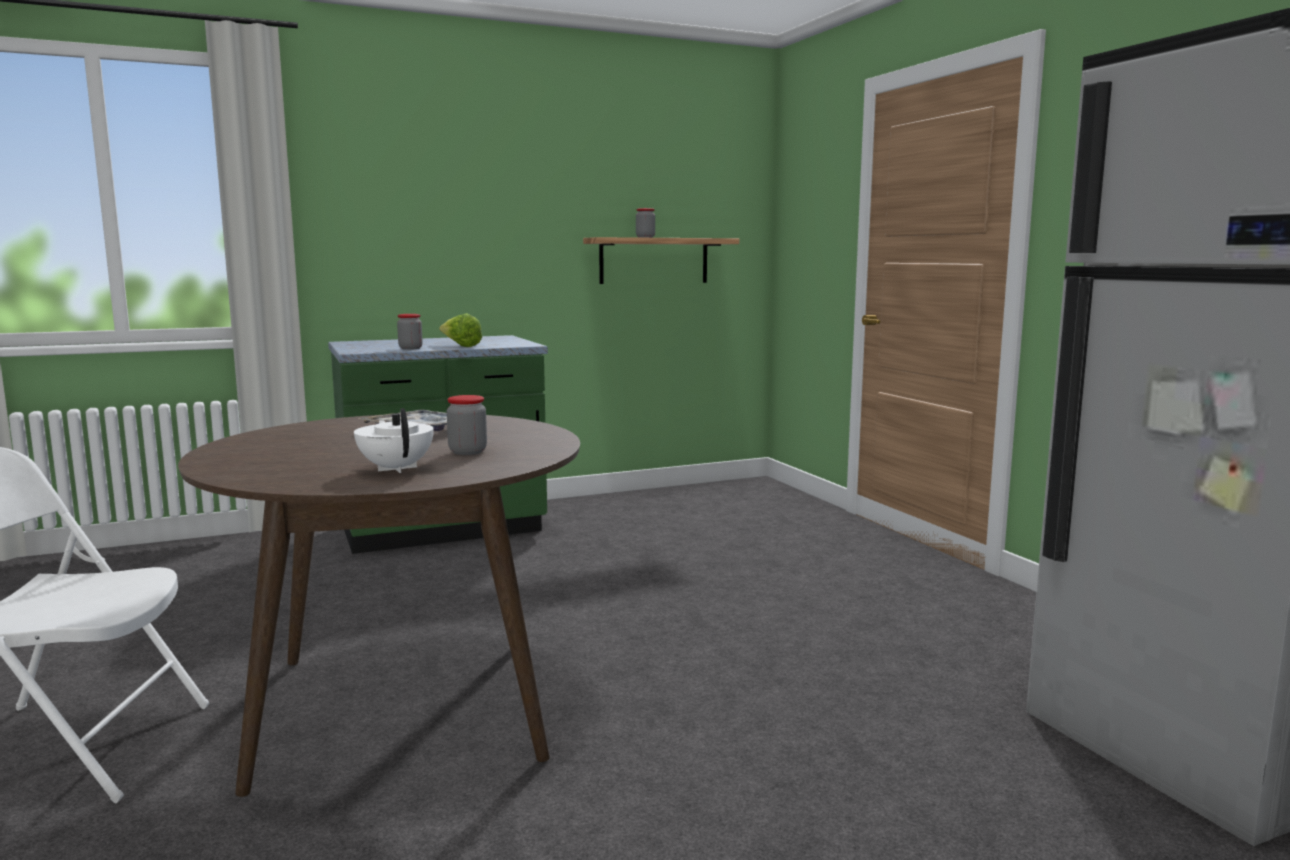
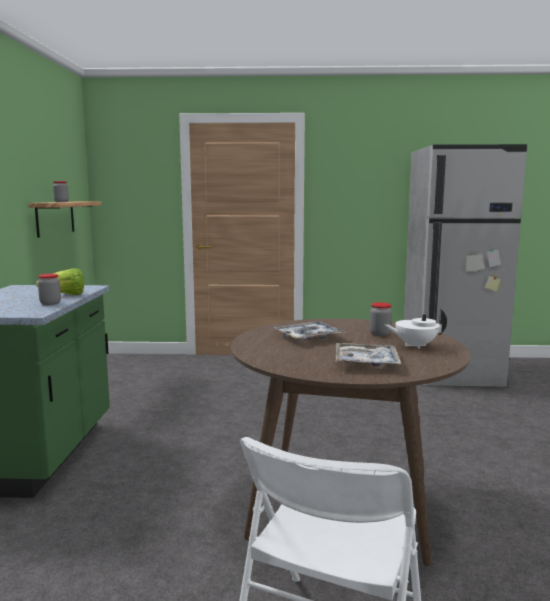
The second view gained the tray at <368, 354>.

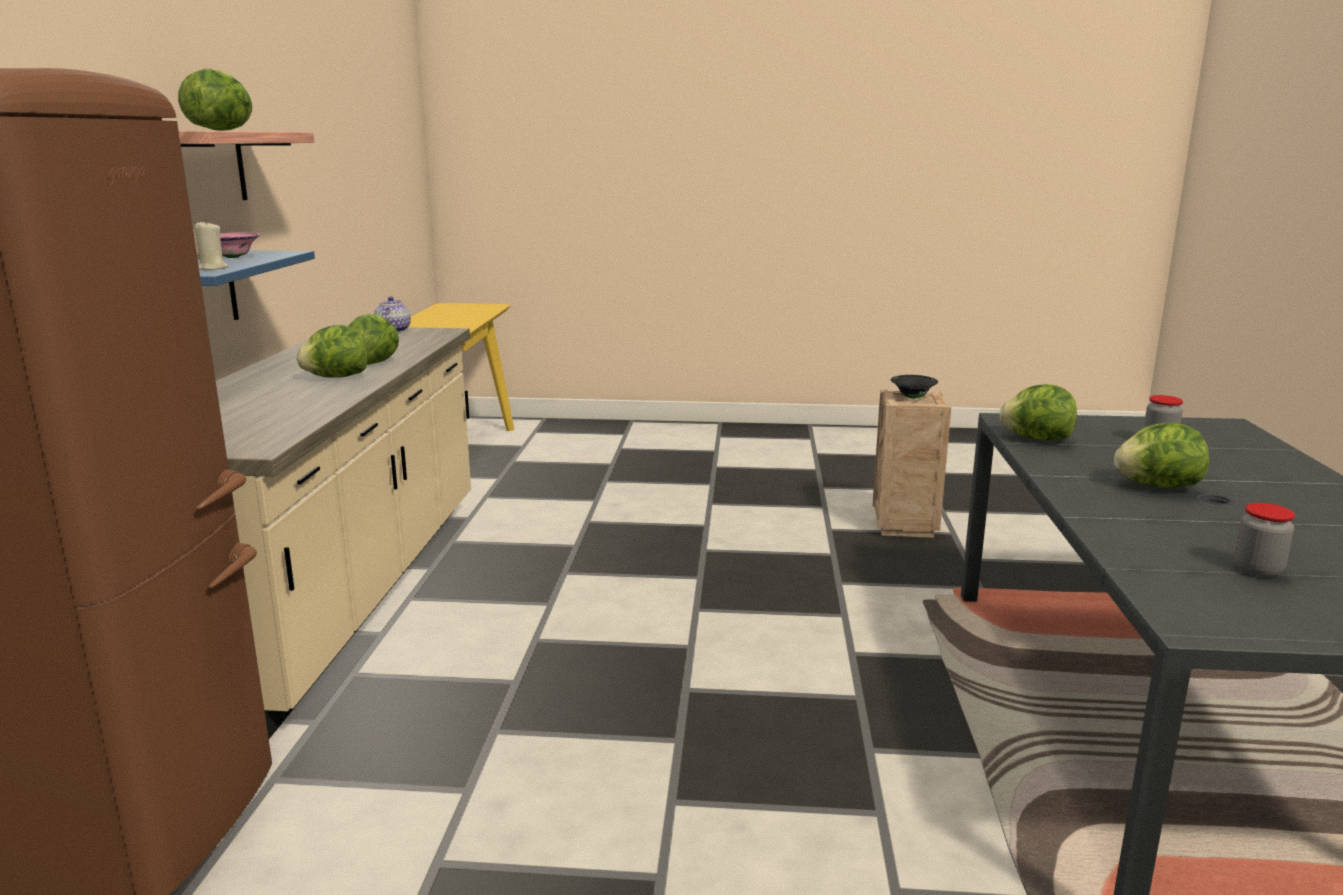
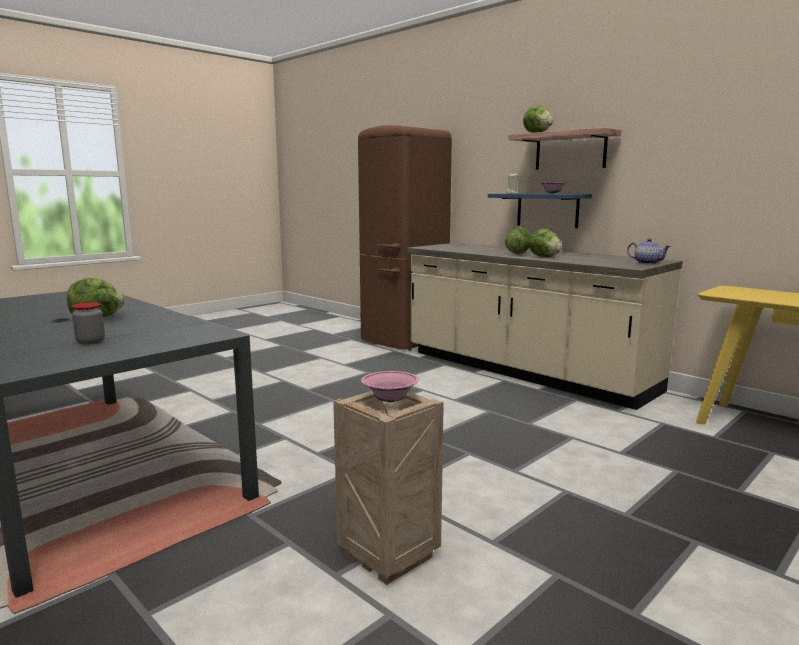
The second view lost the lettuce at <1038, 412>.
The second view lost the jar at <1264, 540>.
What was the bowl in black at <914, 387> turned into the bowl in pink at <390, 386>.

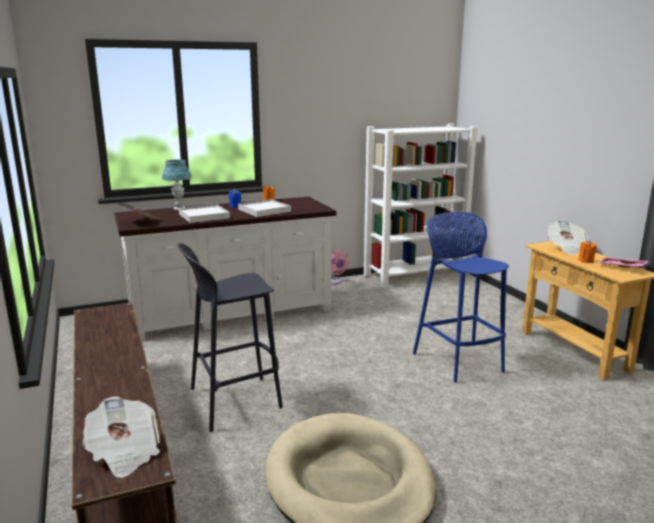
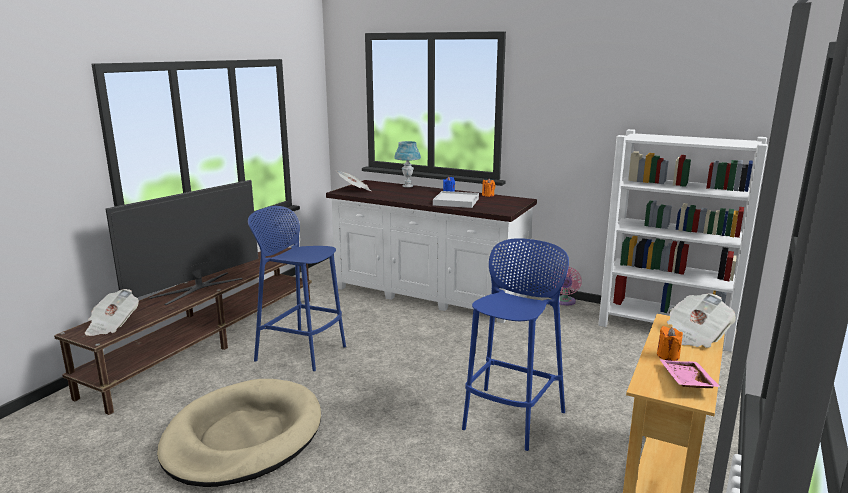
The second view lost the tray in white at <204, 213>.
The second view gained the television at <181, 242>.
What was the stool in grey at <230, 337> turned into the stool in blue at <297, 288>.

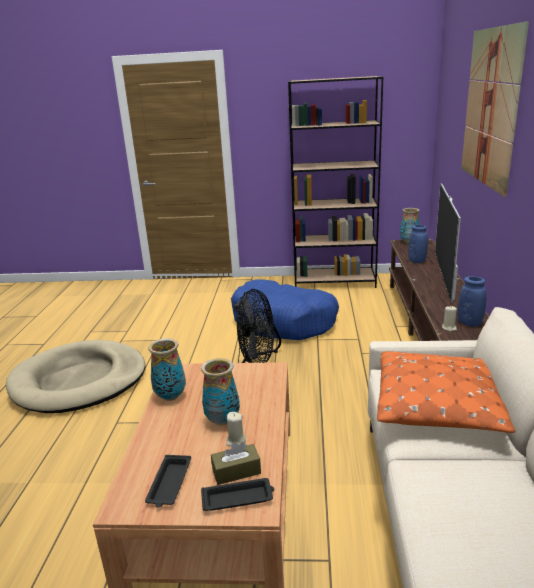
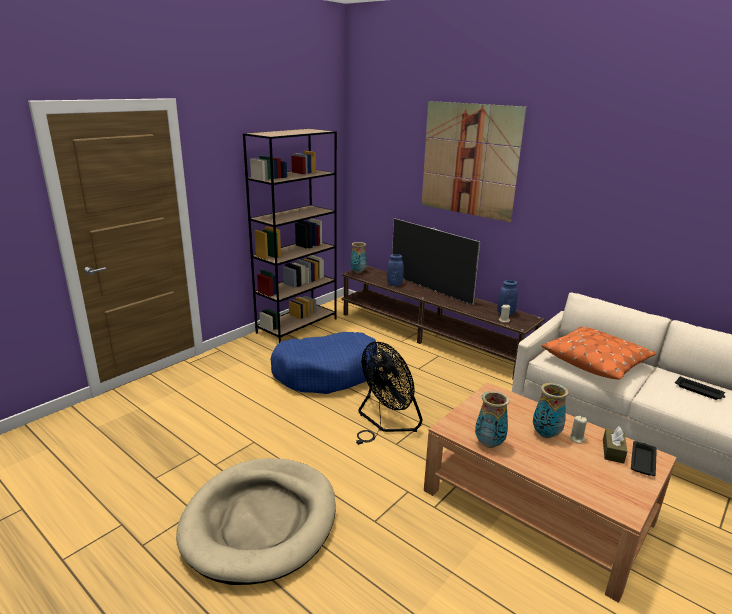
The tray in black ended up elsewhere, having gone from <168, 481> to <700, 388>.

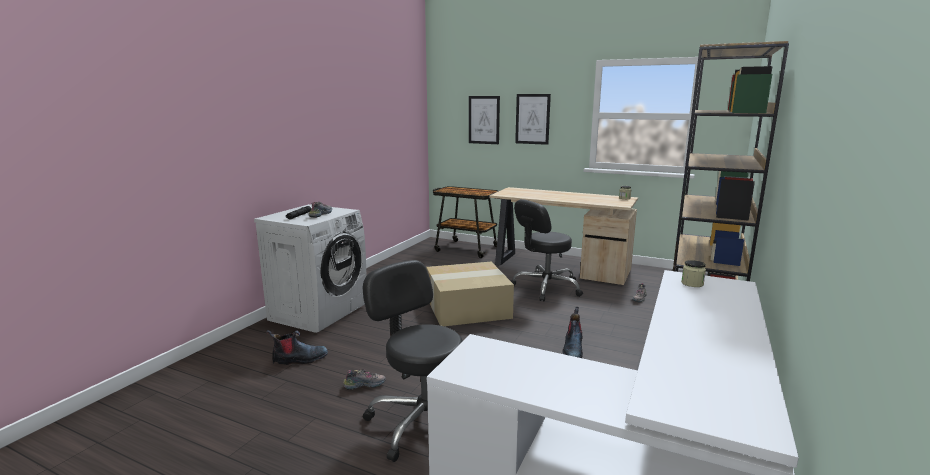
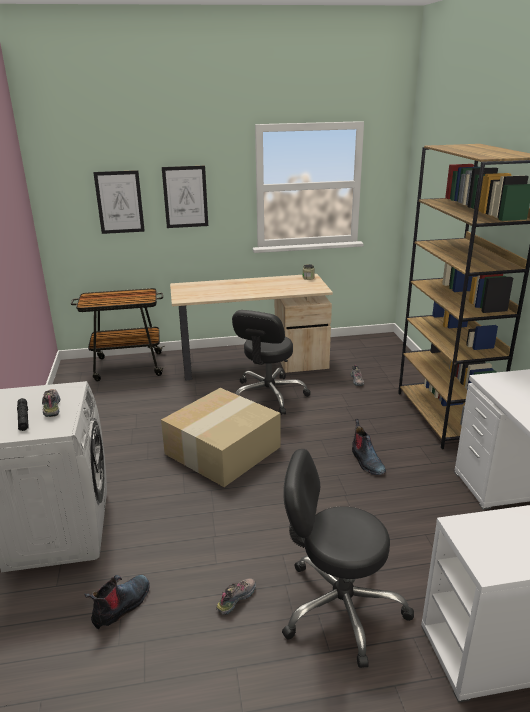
The second view lost the jar at <693, 273>.

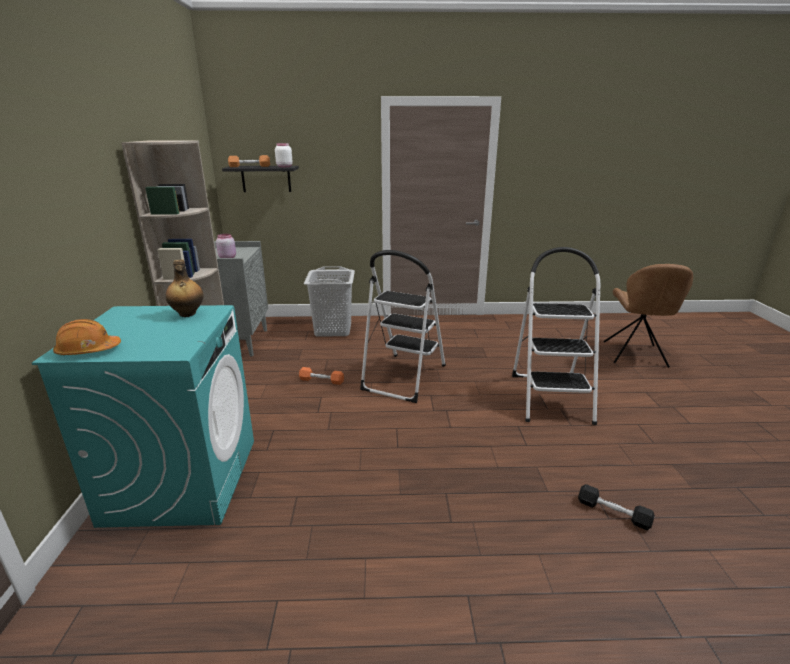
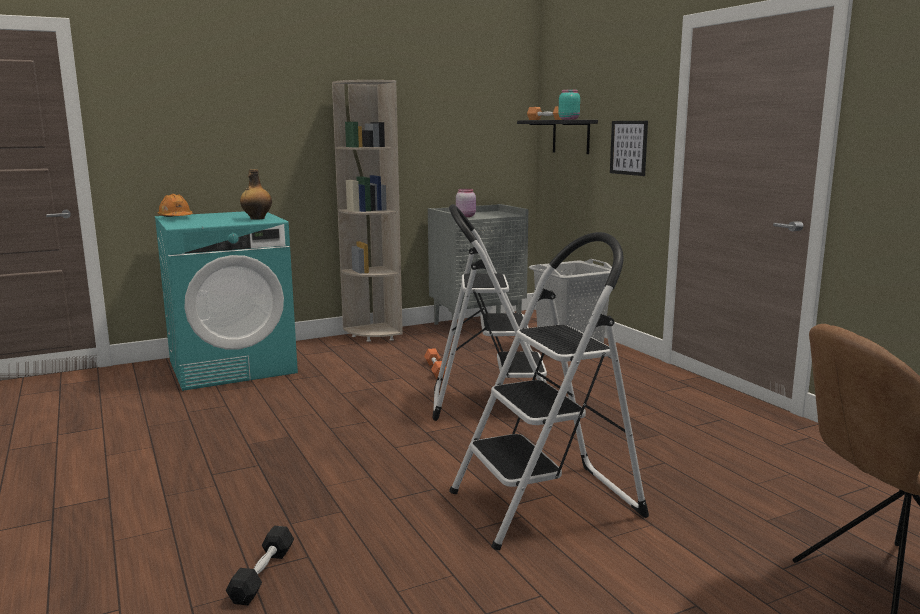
The second view gained the picture at <629, 148>.
What was the jar in white at <284, 155> turned into the jar in turquoise at <569, 105>.

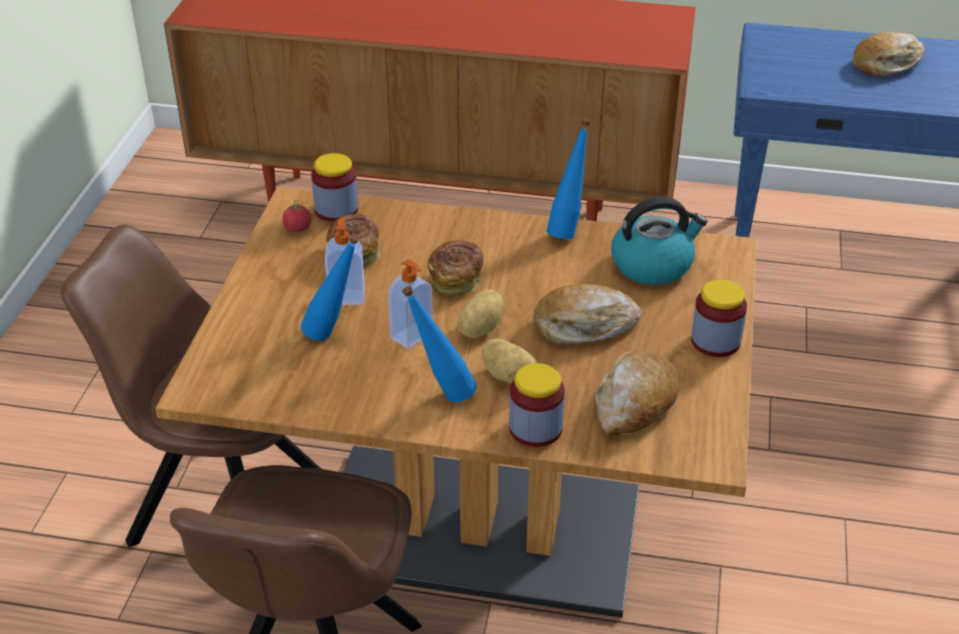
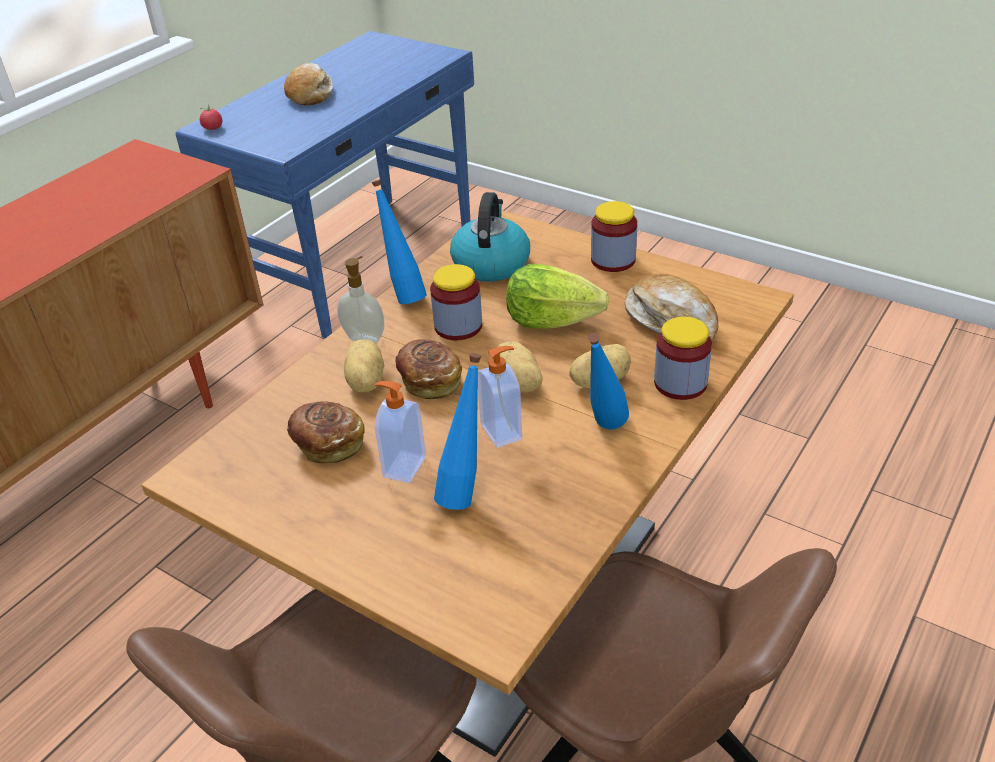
The second view gained the soap dispenser at <360, 299>.
The second view gained the potato at <364, 366>.
The tomato ended up elsewhere, having gone from <297, 216> to <211, 117>.
The jar ended up elsewhere, having gone from <334, 187> to <456, 302>.
Where the bread stood at <587, 314>, the lettuce came to stand at <557, 296>.

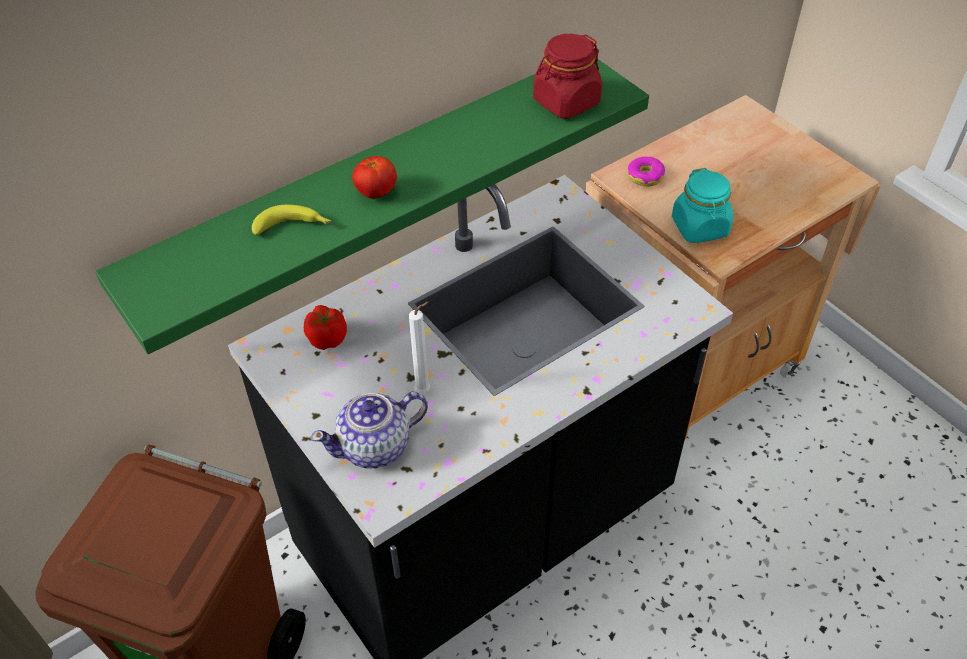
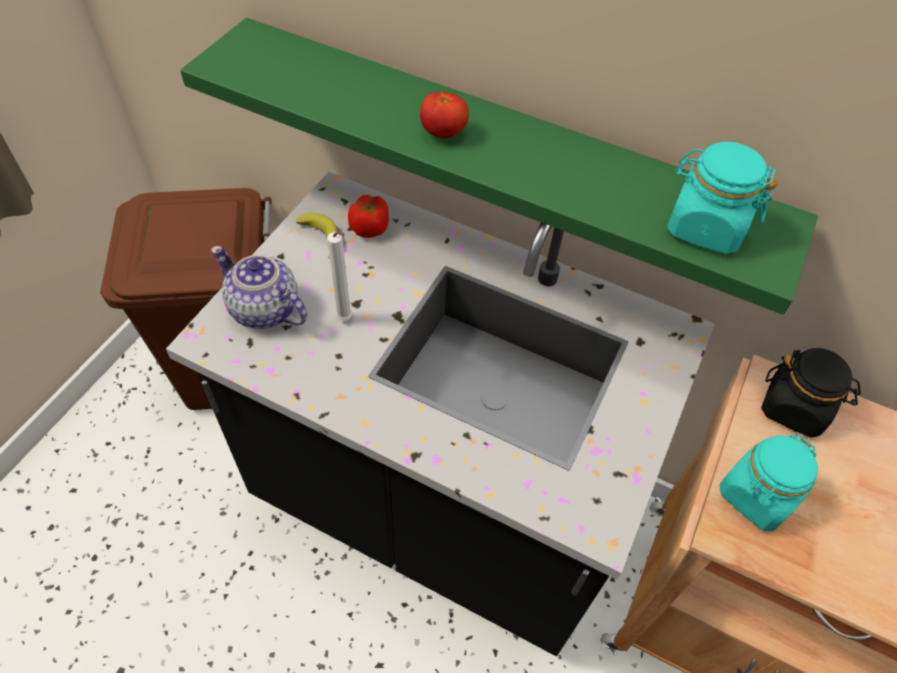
The banana ended up elsewhere, having gone from <291, 220> to <317, 236>.
Where the donut stood at <646, 171>, the jar in black came to stand at <811, 393>.
What was the jar in red at <567, 76> turned into the jar in turquoise at <722, 198>.

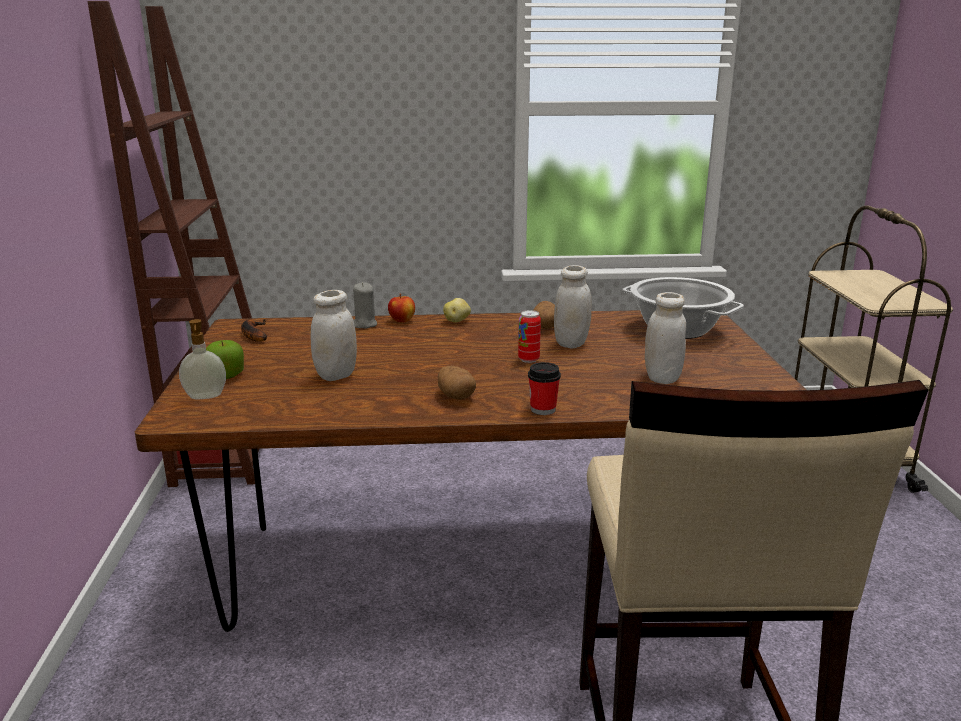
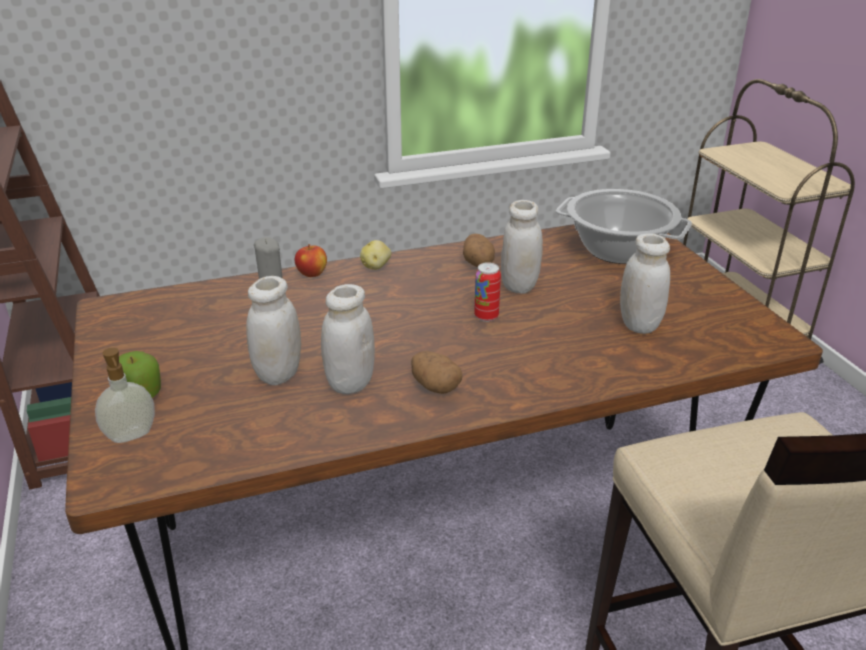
The second view lost the banana at <254, 330>.
The second view lost the cup at <544, 388>.
The second view gained the jar in white at <348, 339>.

